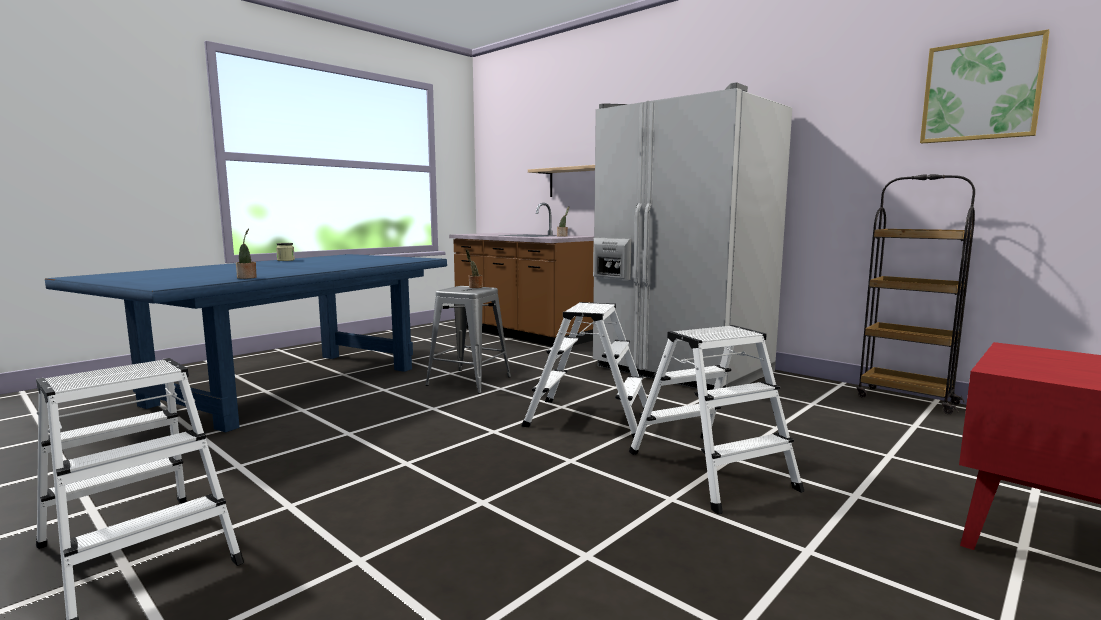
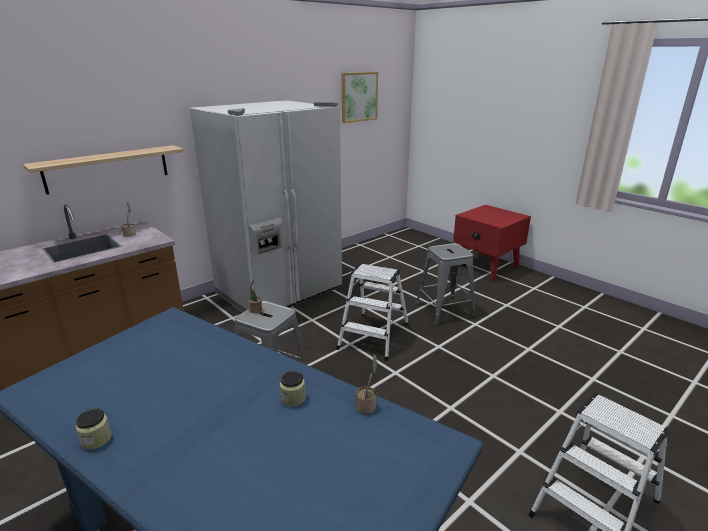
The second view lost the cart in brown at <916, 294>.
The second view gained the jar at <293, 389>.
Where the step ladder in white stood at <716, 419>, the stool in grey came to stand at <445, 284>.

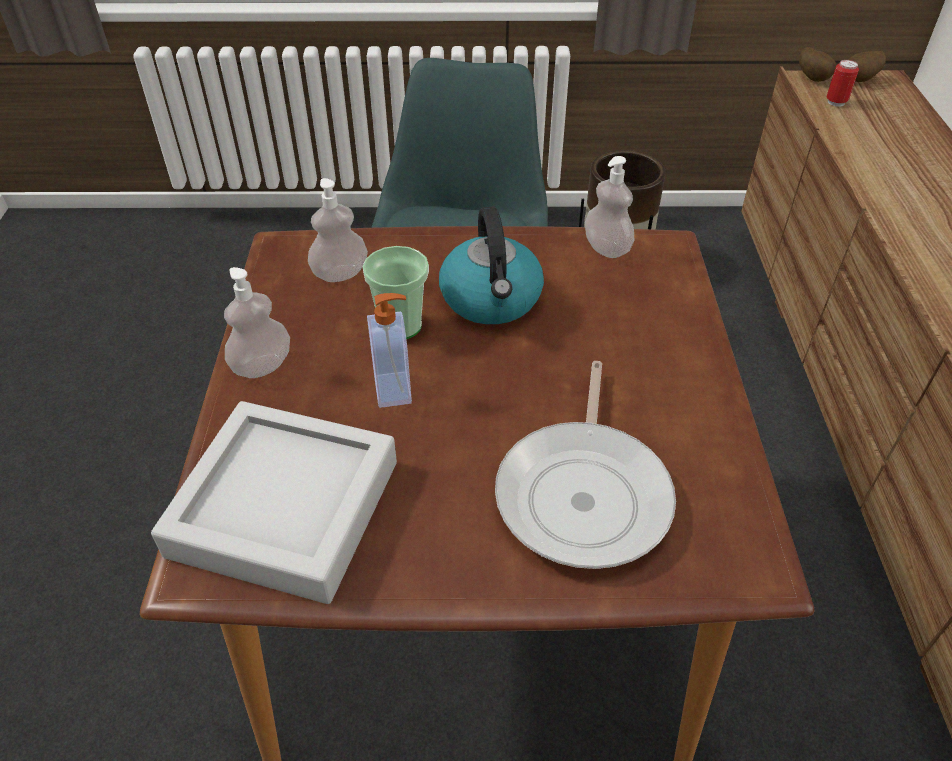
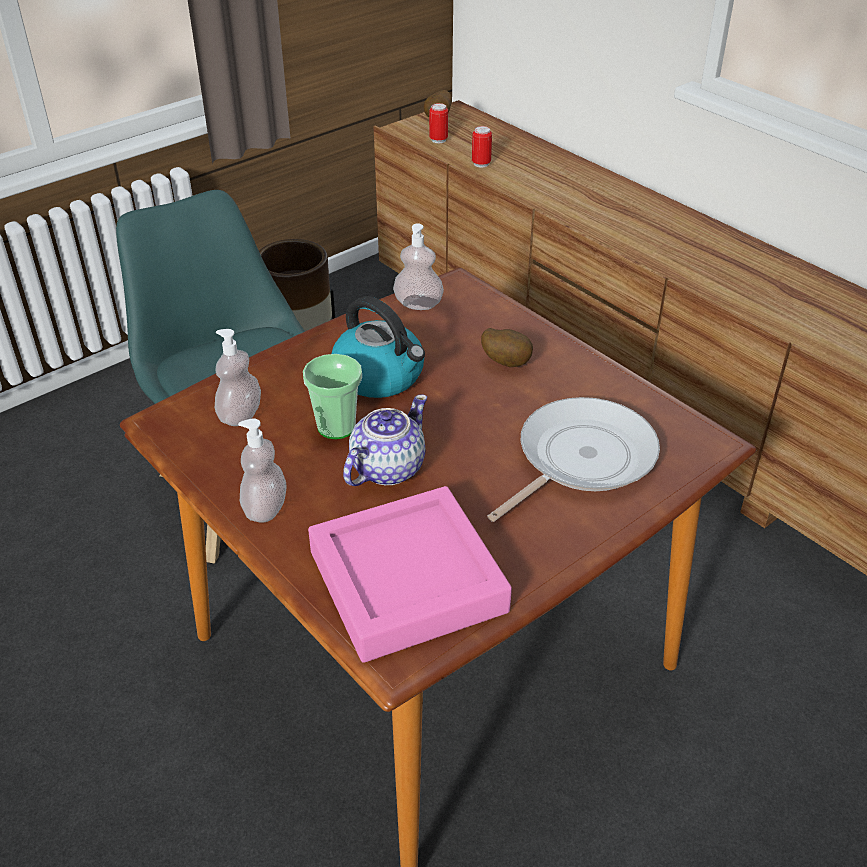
The second view gained the can at <482, 147>.
The potato ended up elsewhere, having gone from <817, 64> to <507, 347>.
Where the soap dispenser stood at <389, 350>, the teapot came to stand at <385, 440>.
What was the tray in grey at <274, 502> turned into the tray in pink at <410, 574>.
The frying pan at <585, 465> ended up facing another way, 105 degrees counterclockwise from before.

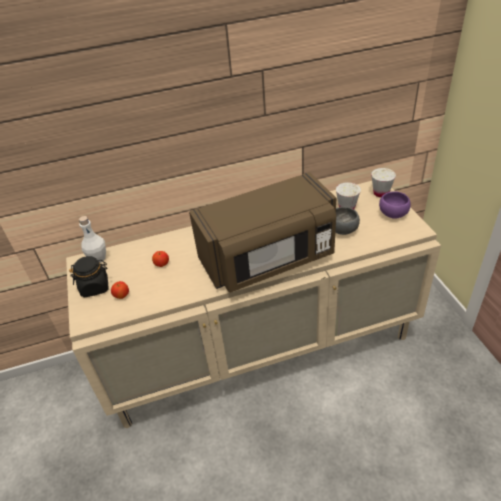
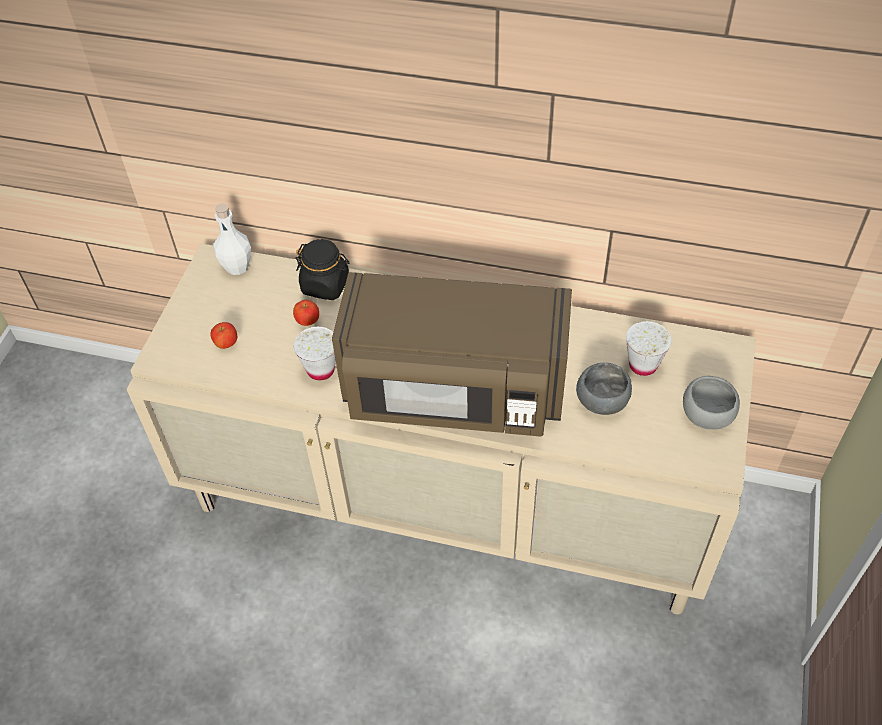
The jar in black ended up elsewhere, having gone from <89, 276> to <322, 269>.
The cup in white ended up elsewhere, having gone from <383, 182> to <314, 354>.
What was the bowl in purple at <395, 205> turned into the bowl in grey at <711, 403>.

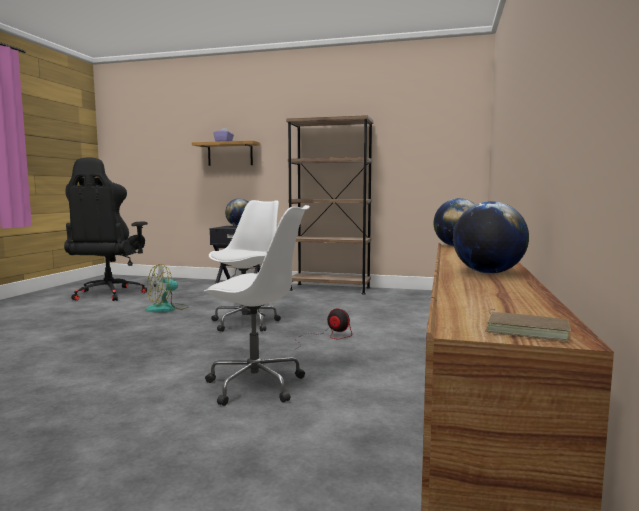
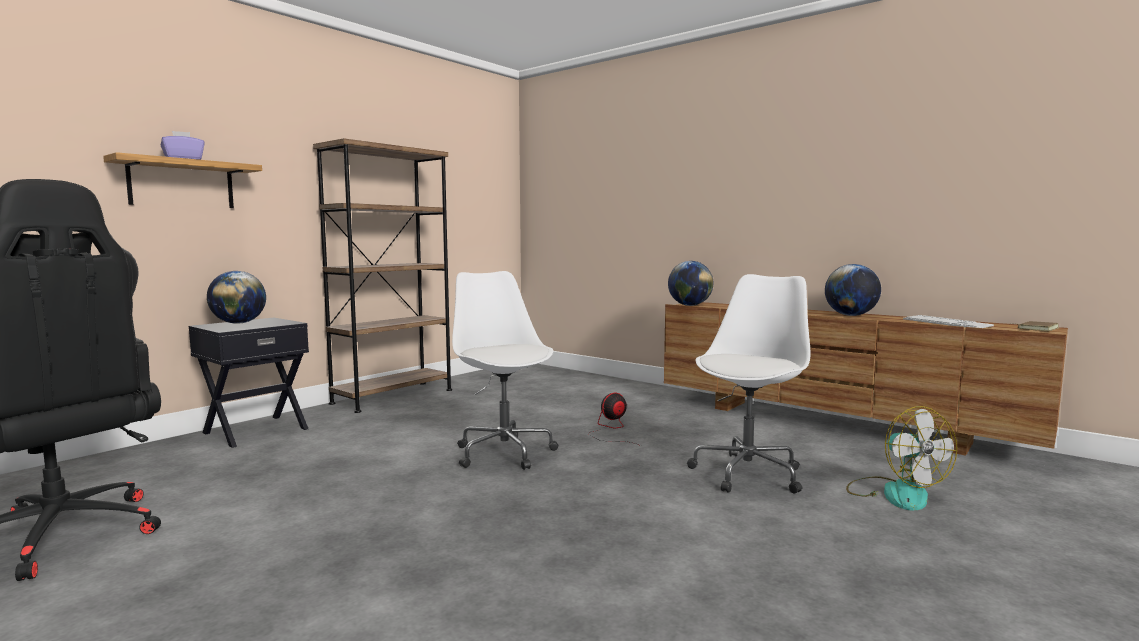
The second view gained the keyboard at <948, 321>.
The fan ended up elsewhere, having gone from <167, 288> to <901, 458>.

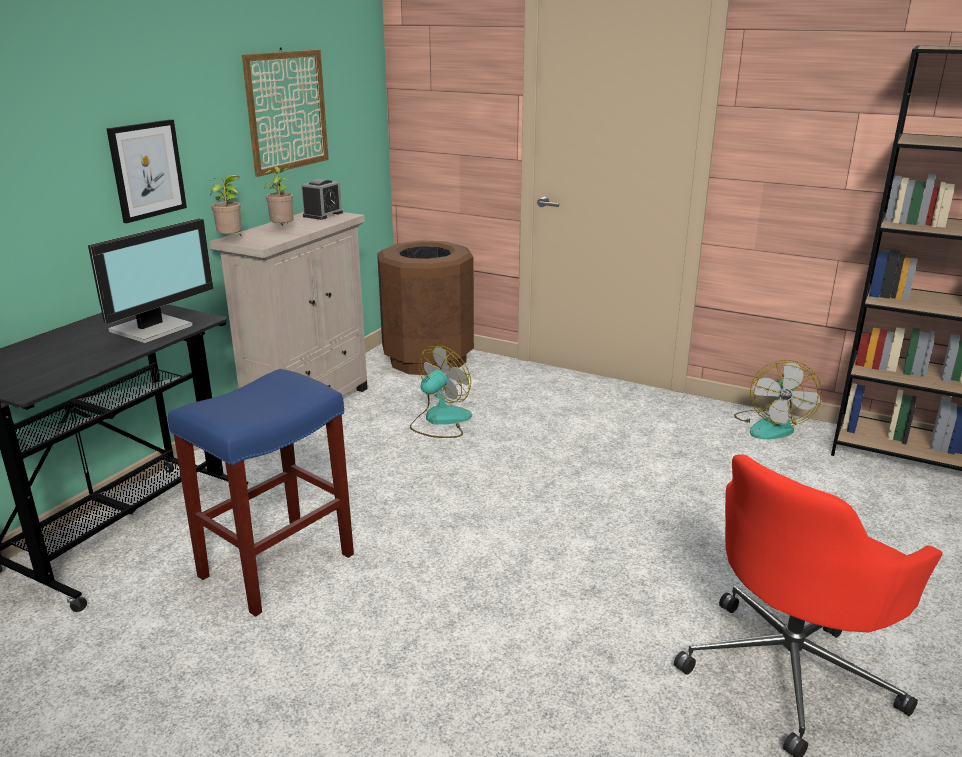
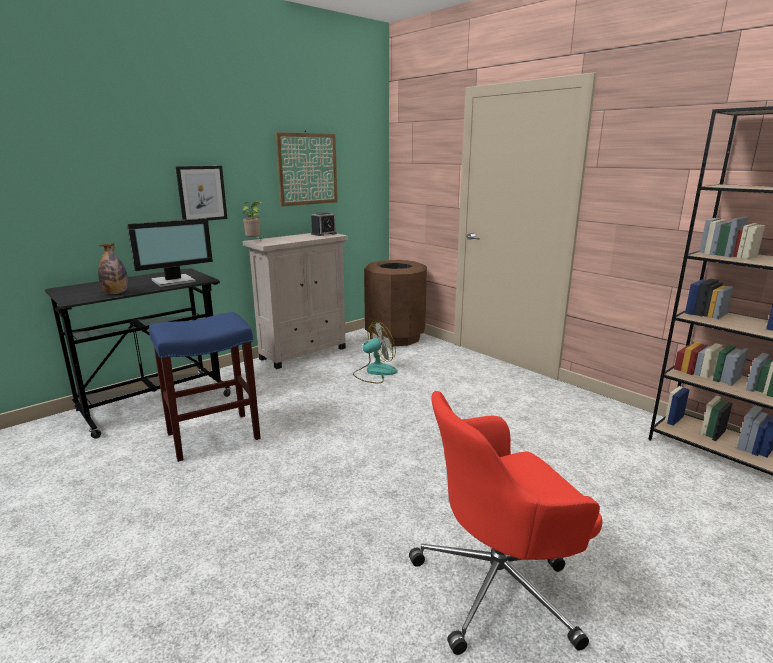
The second view lost the potted plant at <279, 195>.
The second view lost the fan at <778, 399>.
The second view gained the bottle at <113, 268>.

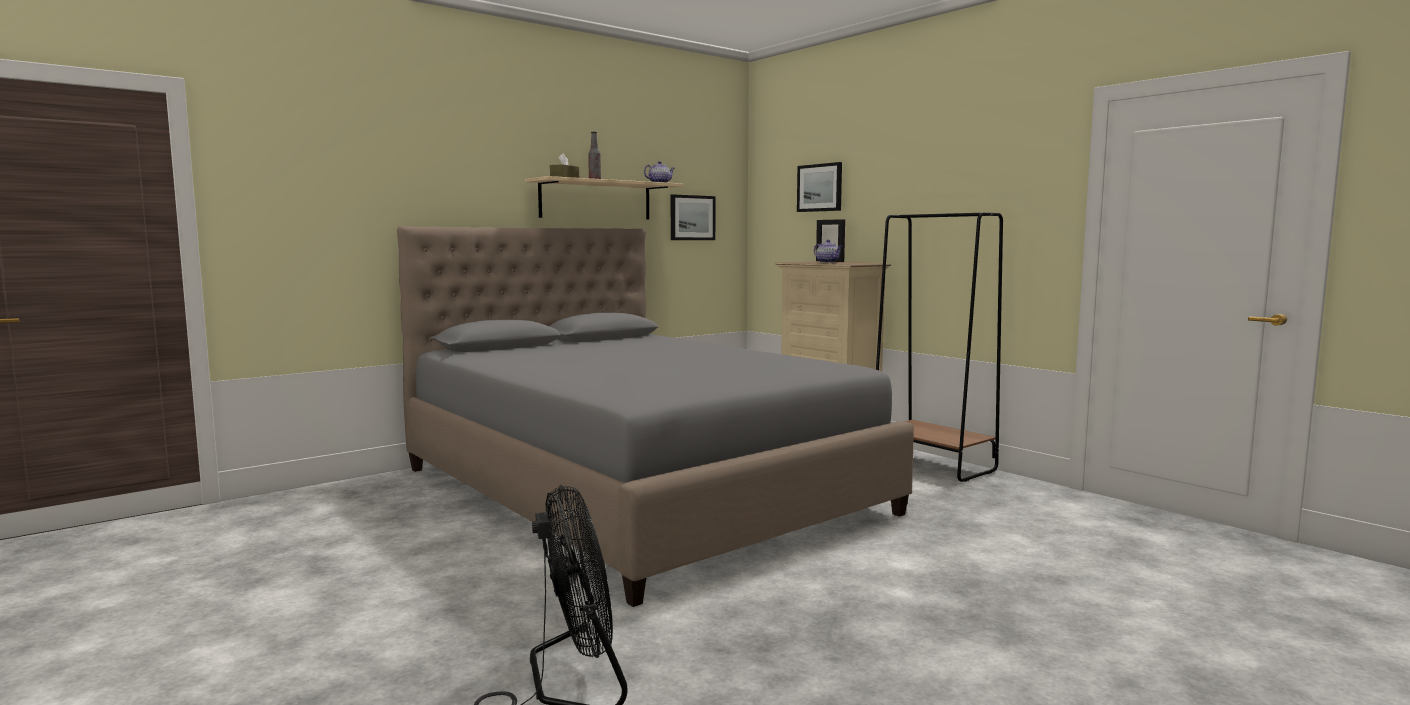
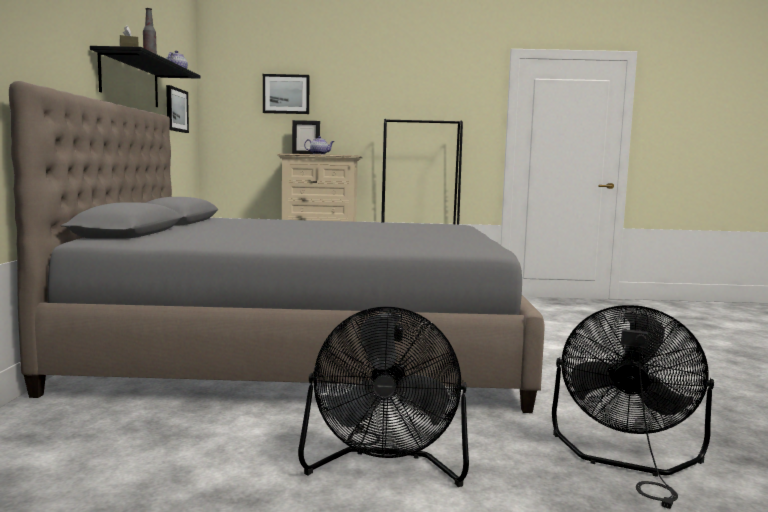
The second view gained the fan in black at <383, 397>.
What was the shelf in beige at <604, 198> turned into the shelf in black at <145, 76>.

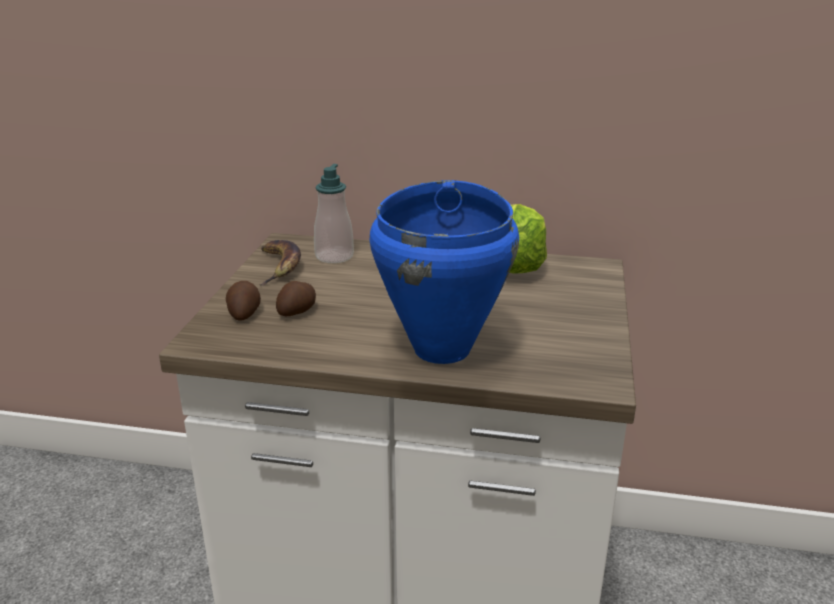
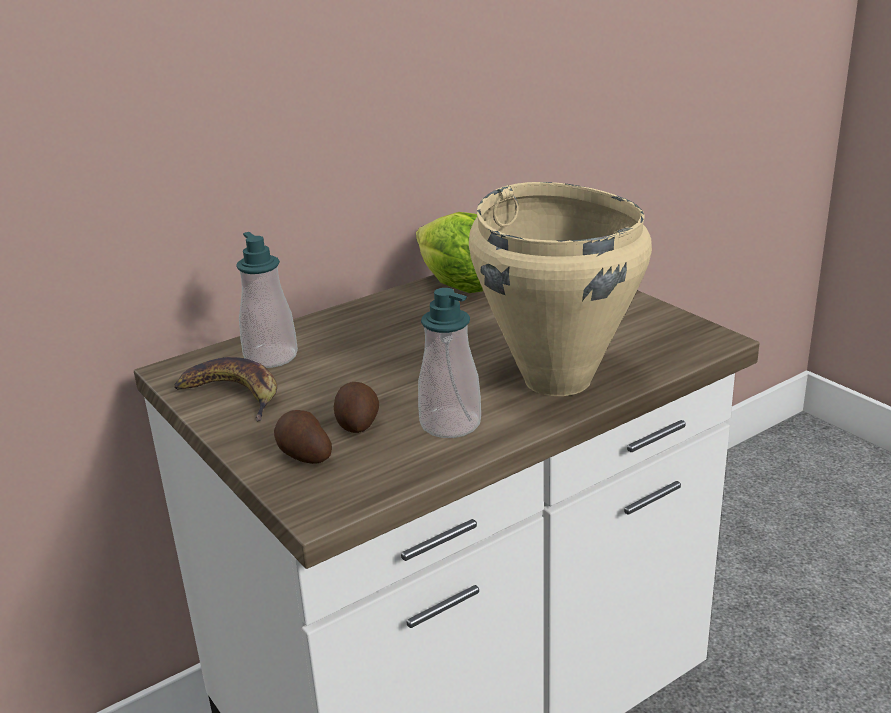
The second view gained the soap dispenser at <449, 363>.
What was the cooking pot in blue at <444, 272> turned into the cooking pot in beige at <560, 289>.

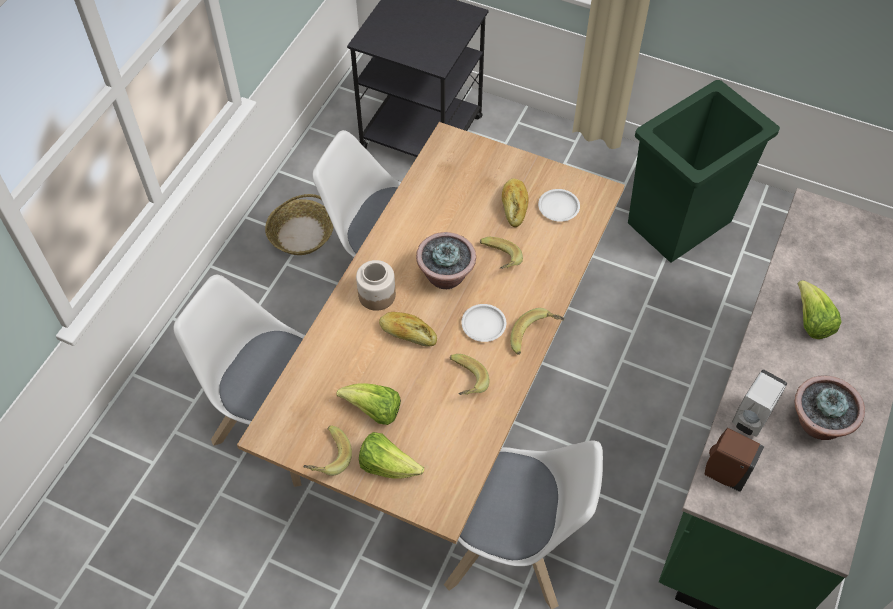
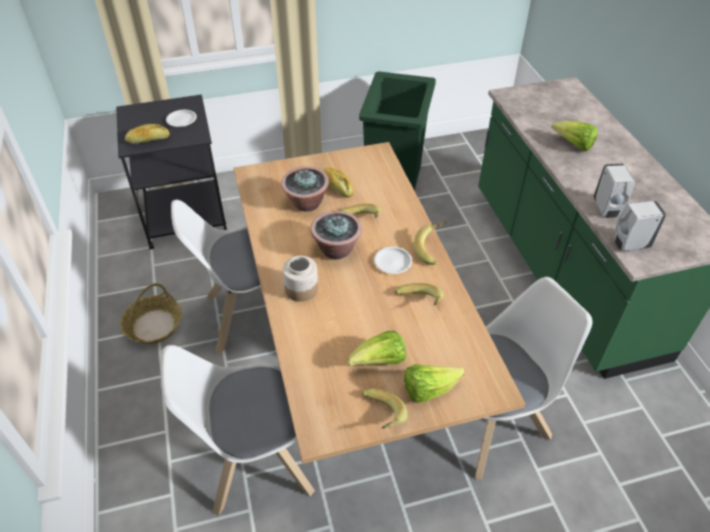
The bread ended up elsewhere, having gone from <408, 329> to <147, 134>.
The plate in white ended up elsewhere, having gone from <559, 205> to <181, 118>.
The potted plant ended up elsewhere, having gone from <829, 407> to <305, 189>.
What was the soap dispenser in brown at <734, 460> turned into the soap dispenser in white at <640, 226>.

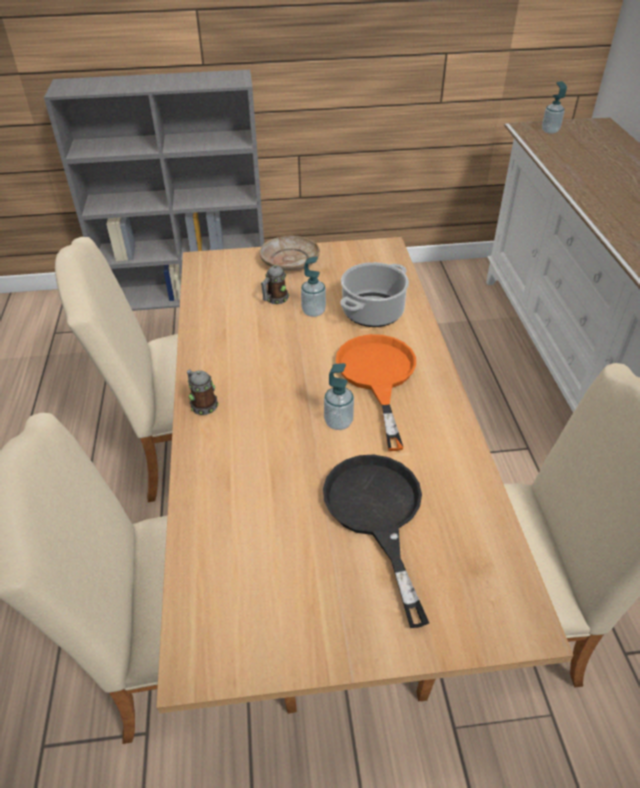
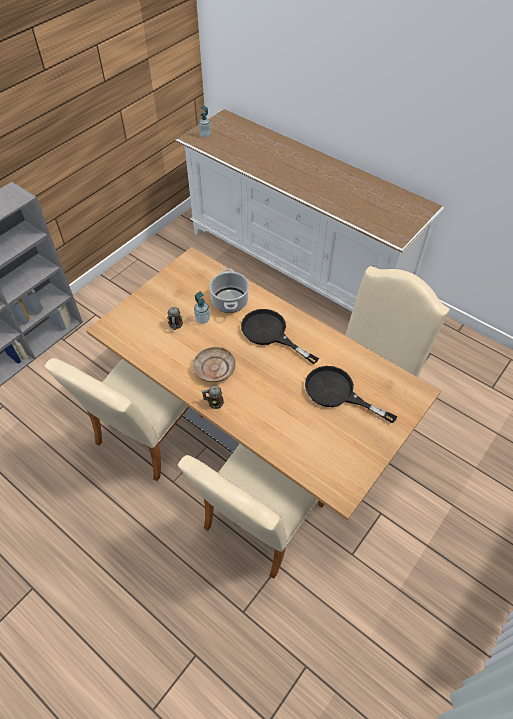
The second view lost the soap dispenser at <339, 396>.
The plate in beige ended up elsewhere, having gone from <289, 253> to <214, 364>.
What was the frying pan in orange at <376, 392> turned into the frying pan in black at <280, 336>.

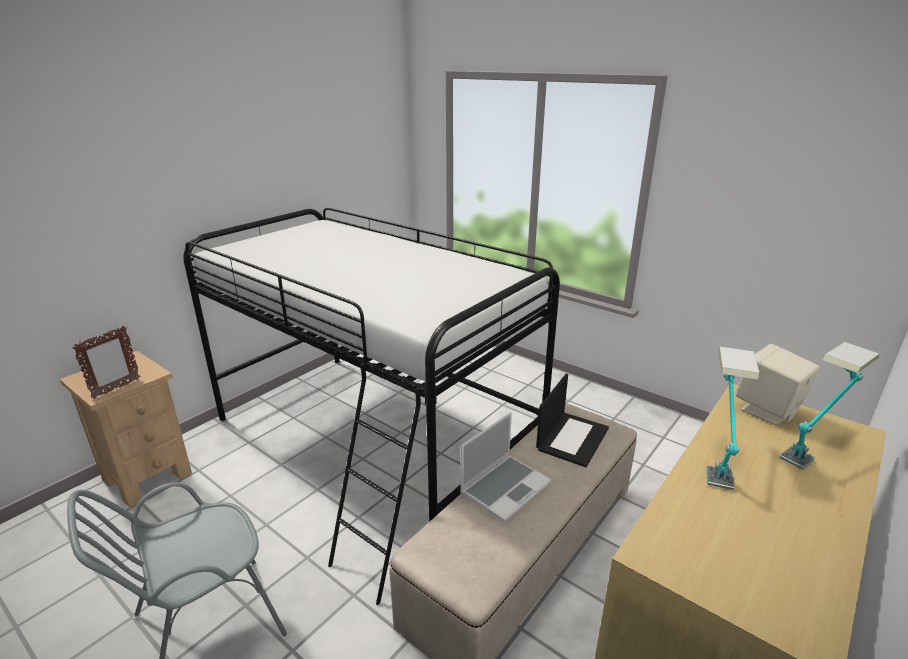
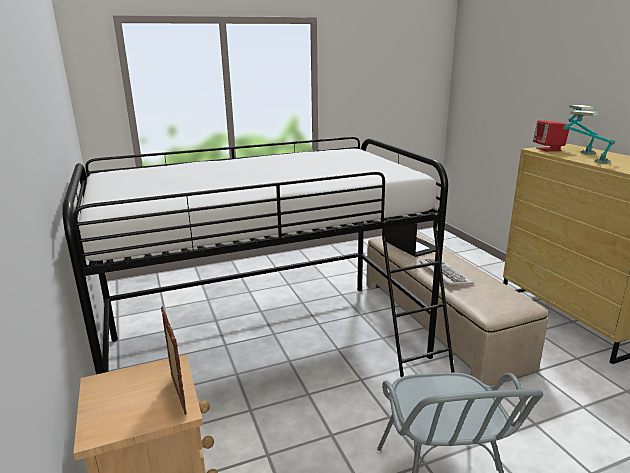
Where the laptop stood at <506, 467>, the keyboard came to stand at <446, 272>.
What was the speaker in beige at <777, 384> turned into the speaker in red at <551, 136>.

